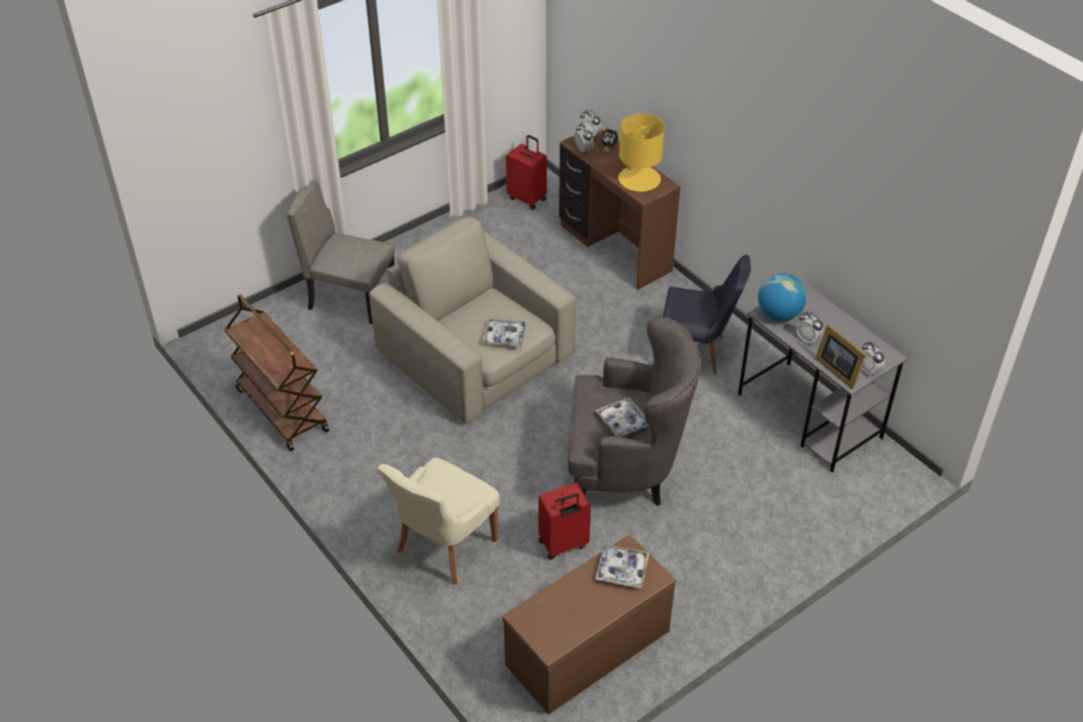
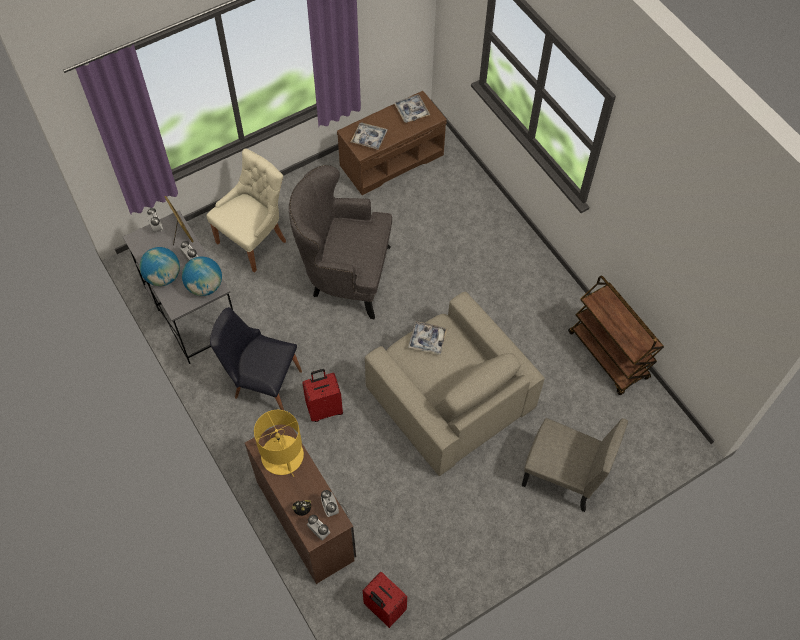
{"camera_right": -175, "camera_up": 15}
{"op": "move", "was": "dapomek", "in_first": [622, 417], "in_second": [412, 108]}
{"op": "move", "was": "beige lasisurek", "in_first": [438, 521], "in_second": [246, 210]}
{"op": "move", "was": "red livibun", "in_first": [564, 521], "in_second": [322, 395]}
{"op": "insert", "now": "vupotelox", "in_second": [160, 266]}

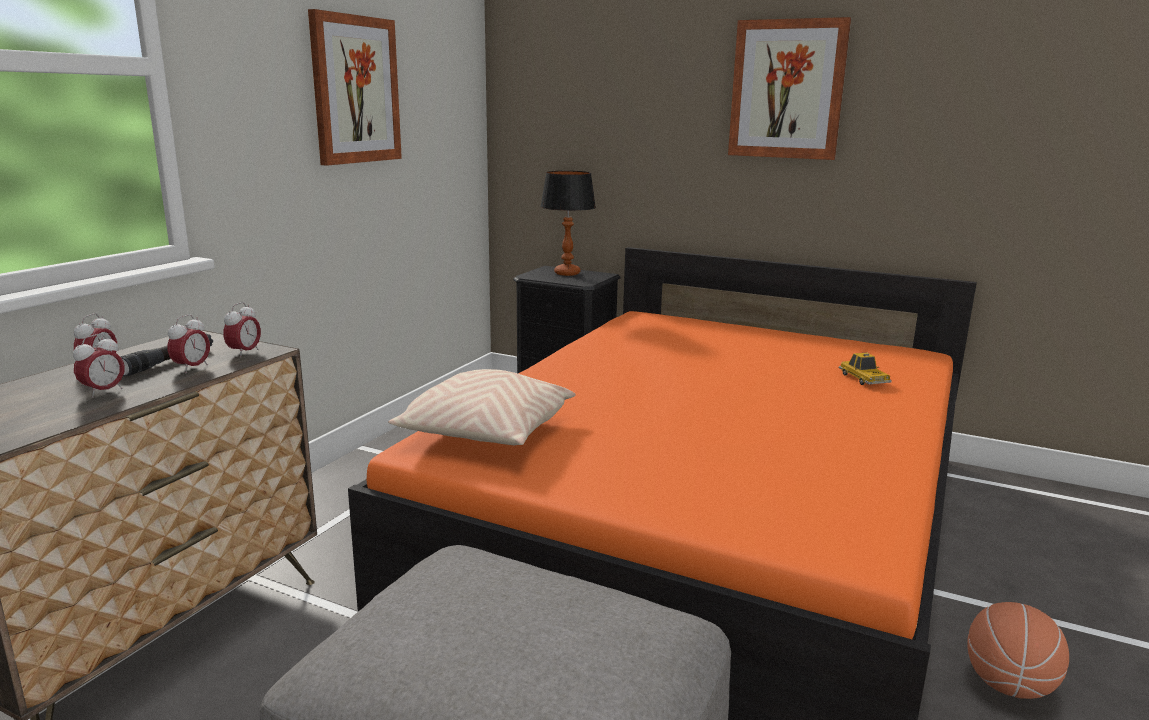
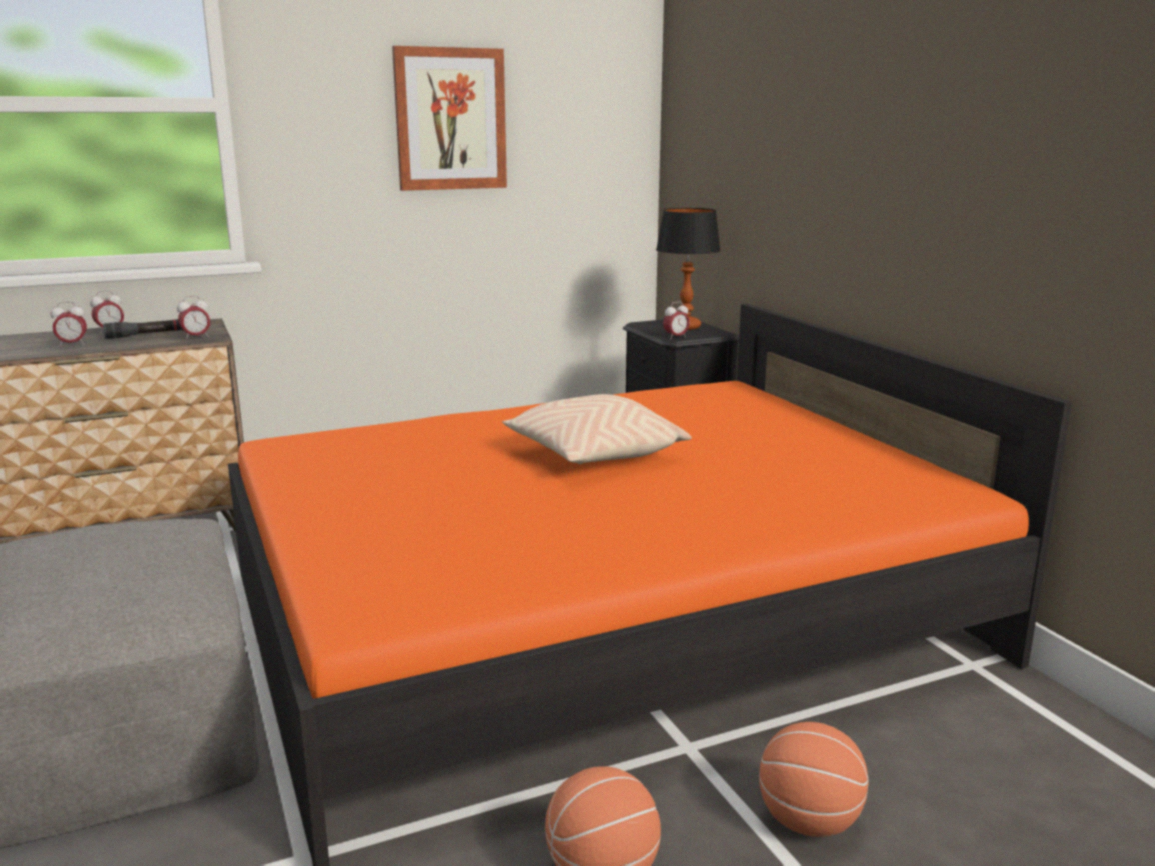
{"camera_right": 40, "camera_up": 0}
{"op": "delete", "was": "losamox", "in_first": [789, 88]}
{"op": "move", "was": "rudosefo", "in_first": [188, 344], "in_second": [676, 320]}
{"op": "delete", "was": "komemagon", "in_first": [865, 369]}
{"op": "move", "was": "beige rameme", "in_first": [482, 407], "in_second": [597, 429]}
{"op": "insert", "now": "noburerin", "in_second": [813, 779]}

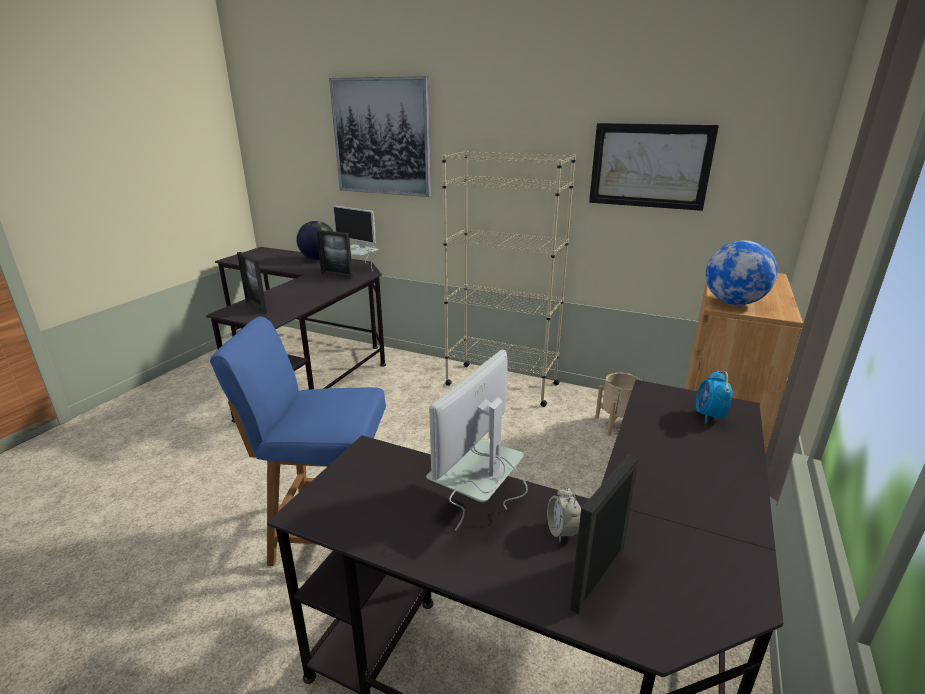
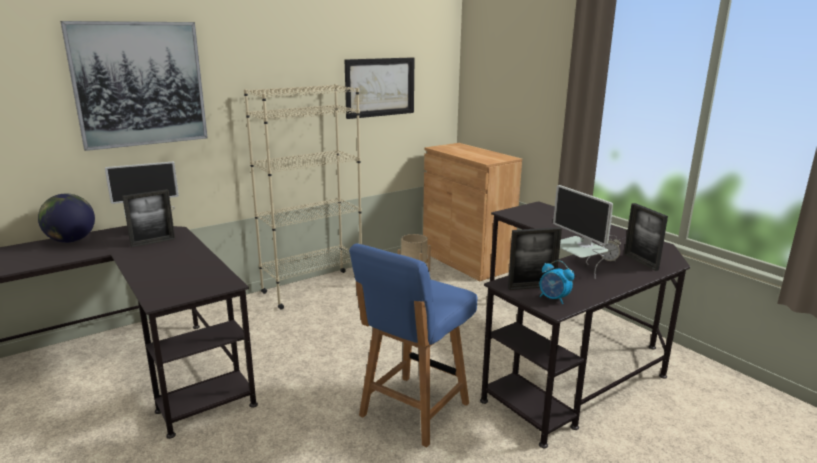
{"camera_right": -60, "camera_up": -5}
{"op": "delete", "was": "vupotelox", "in_first": [741, 272]}
{"op": "move", "was": "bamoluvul", "in_first": [252, 283], "in_second": [535, 258]}
{"op": "move", "was": "rudosefo", "in_first": [714, 397], "in_second": [556, 282]}

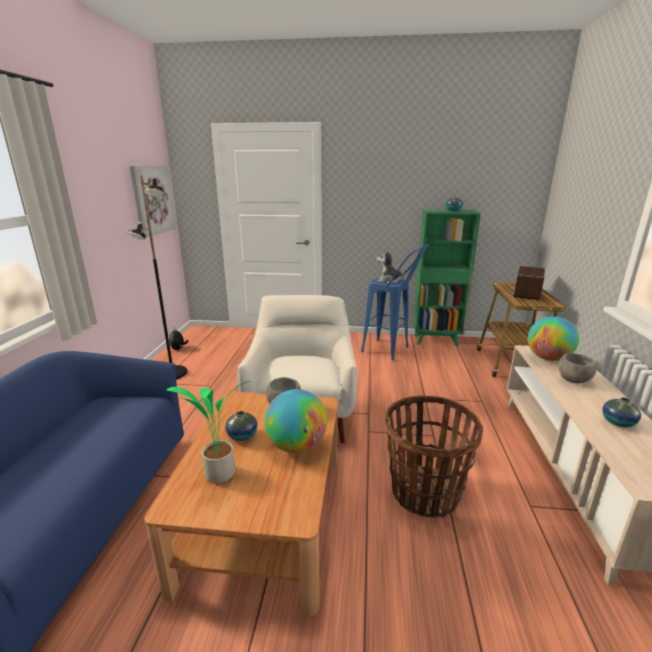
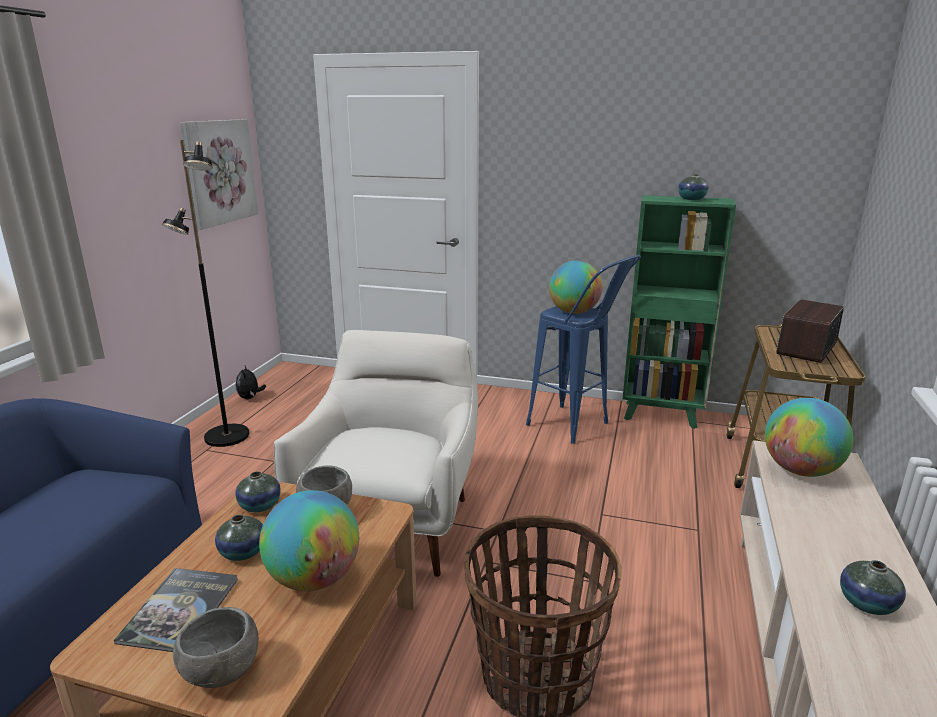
{"camera_right": 10, "camera_up": 0}
{"op": "replace", "was": "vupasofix", "now": "vupotelox", "in_first": [392, 266], "in_second": [576, 287]}
{"op": "move", "was": "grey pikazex", "in_first": [577, 368], "in_second": [215, 647]}
{"op": "replace", "was": "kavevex", "now": "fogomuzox", "in_first": [209, 432], "in_second": [176, 610]}
{"op": "insert", "now": "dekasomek", "in_second": [258, 491]}

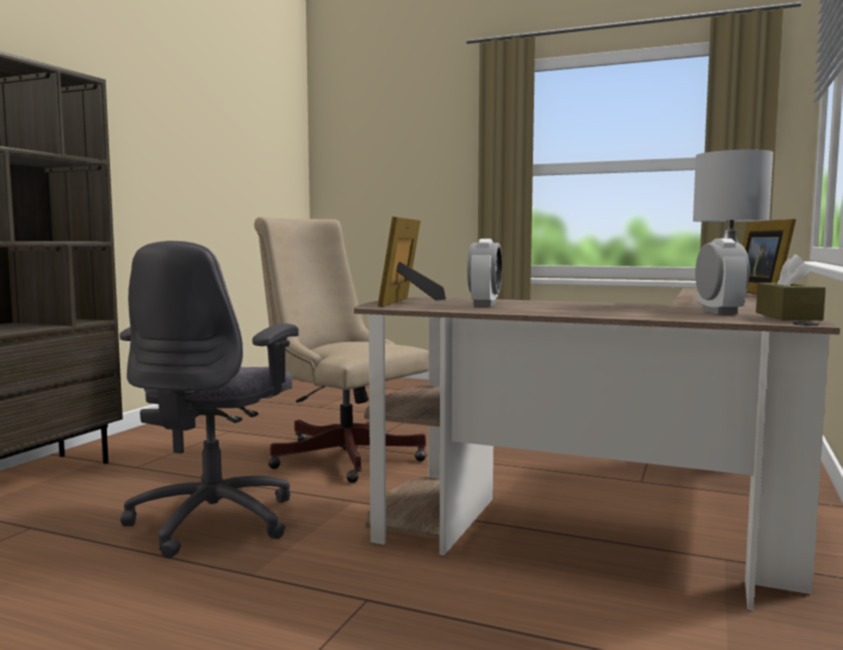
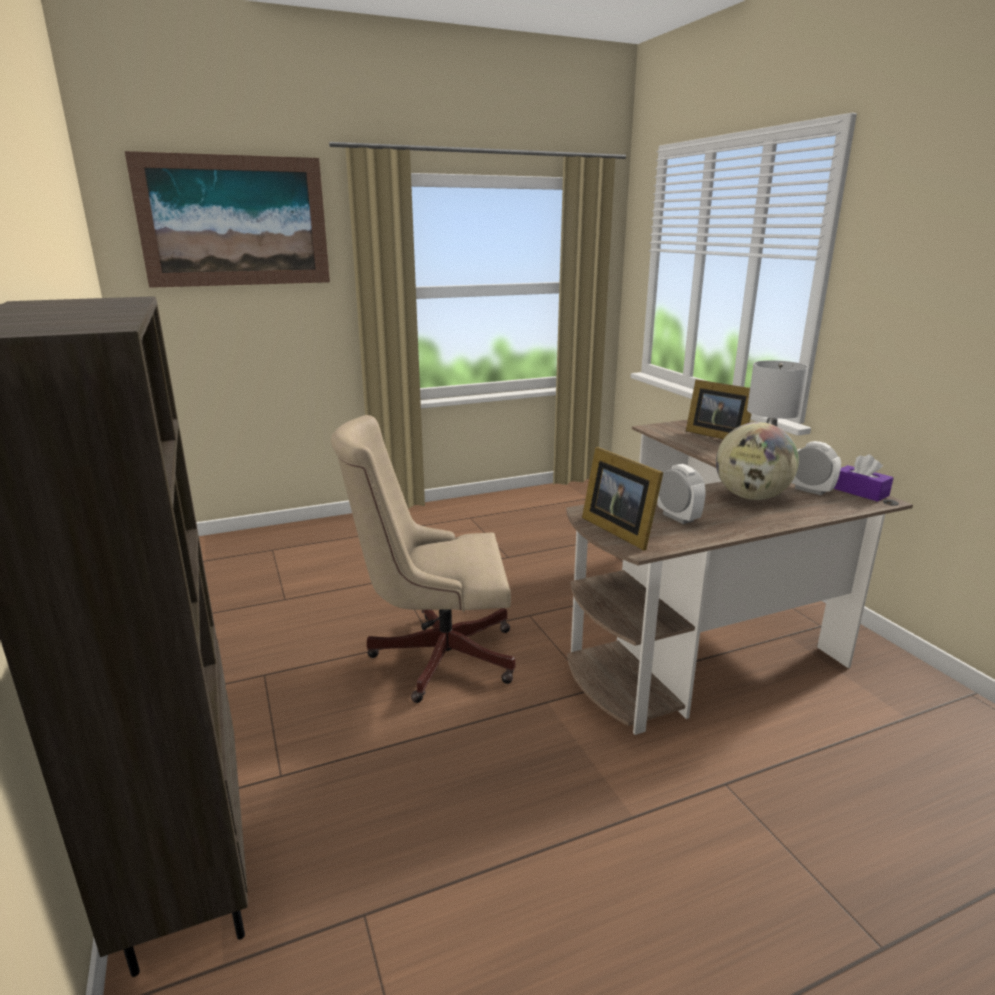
{"camera_right": -45, "camera_up": 15}
{"op": "delete", "was": "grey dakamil", "in_first": [209, 399]}
{"op": "recolor", "was": "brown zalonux", "now": "purple zalonux", "in_first": [791, 287], "in_second": [864, 478]}
{"op": "insert", "now": "losamox", "in_second": [227, 219]}
{"op": "insert", "now": "vupotelox", "in_second": [757, 461]}

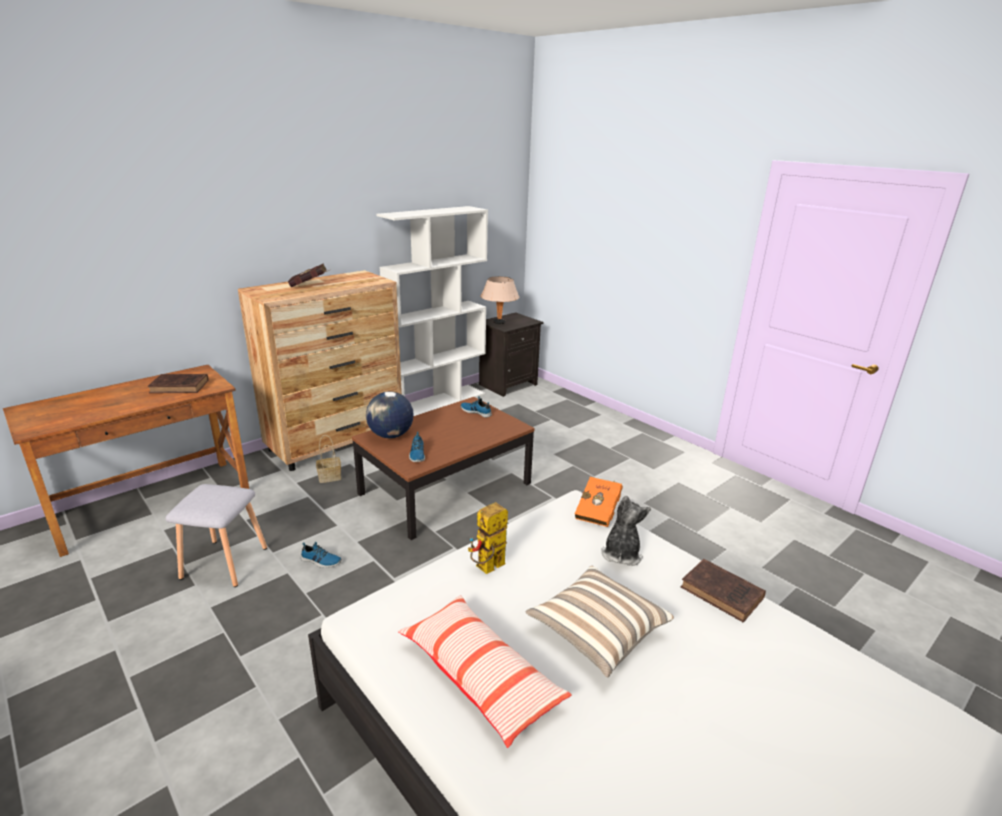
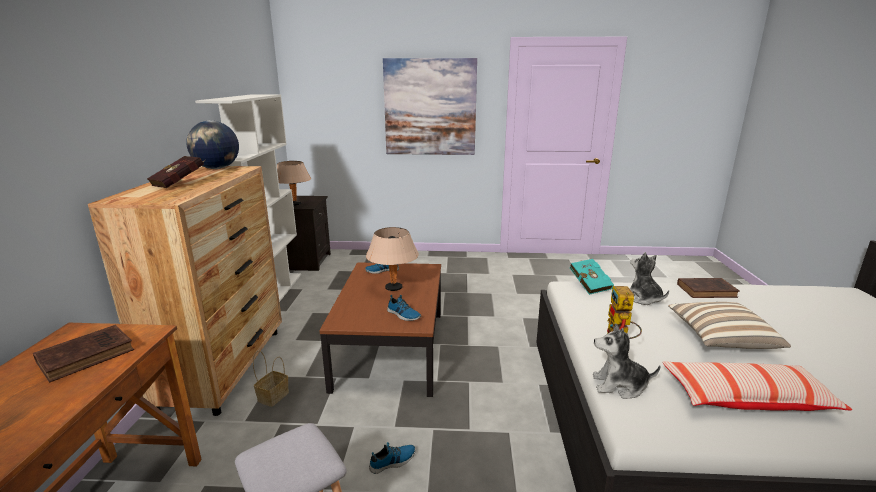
{"camera_right": -45, "camera_up": -5}
{"op": "move", "was": "vupotelox", "in_first": [390, 414], "in_second": [212, 145]}
{"op": "recolor", "was": "orange fogomuzox", "now": "turquoise fogomuzox", "in_first": [599, 502], "in_second": [592, 277]}
{"op": "insert", "now": "losamox", "in_second": [430, 106]}
{"op": "insert", "now": "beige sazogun", "in_second": [392, 259]}
{"op": "insert", "now": "vupasofix", "in_second": [627, 361]}

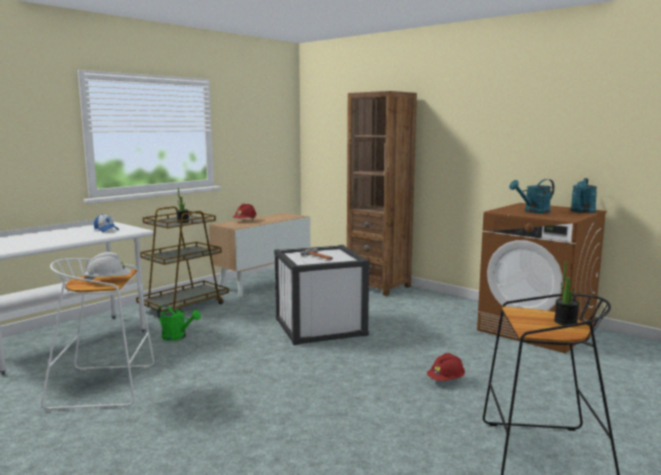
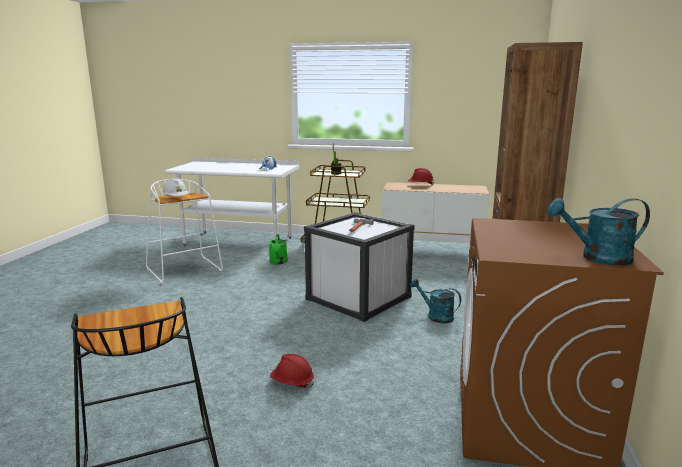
{"camera_right": 60, "camera_up": 5}
{"op": "move", "was": "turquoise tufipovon", "in_first": [532, 196], "in_second": [435, 301]}
{"op": "delete", "was": "kavevex", "in_first": [566, 293]}

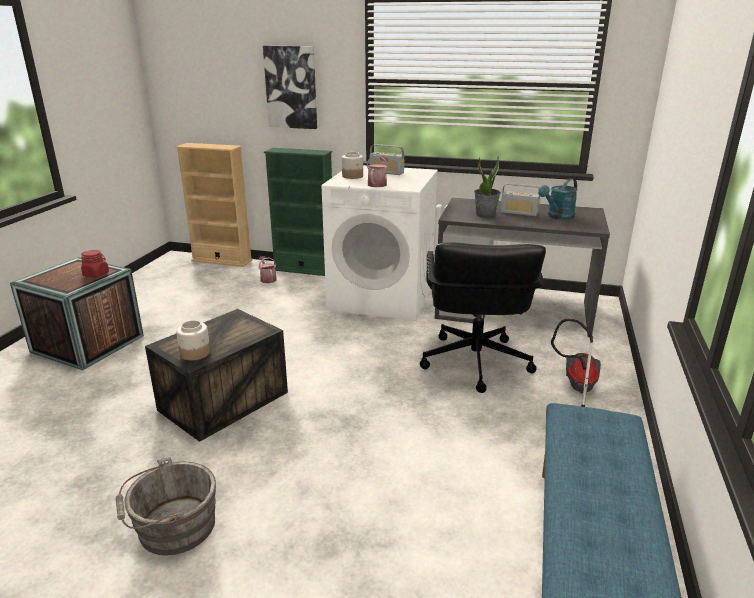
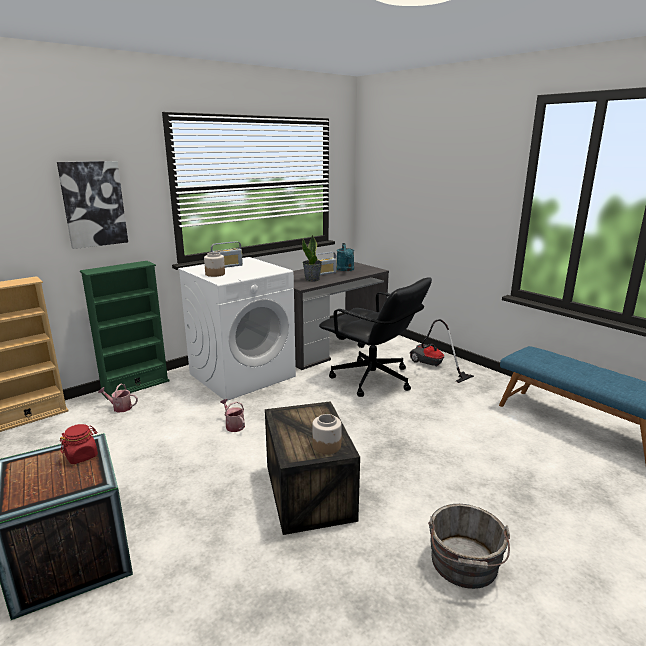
{"camera_right": -55, "camera_up": -5}
{"op": "move", "was": "tufipovon", "in_first": [377, 171], "in_second": [232, 415]}

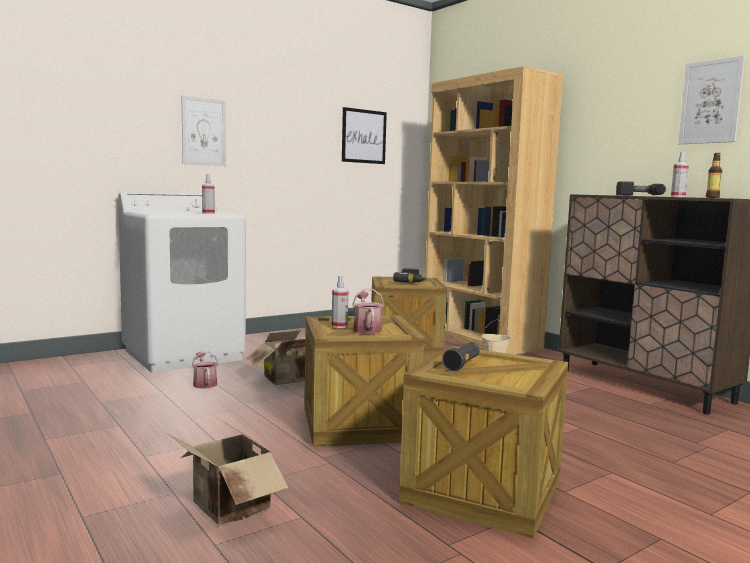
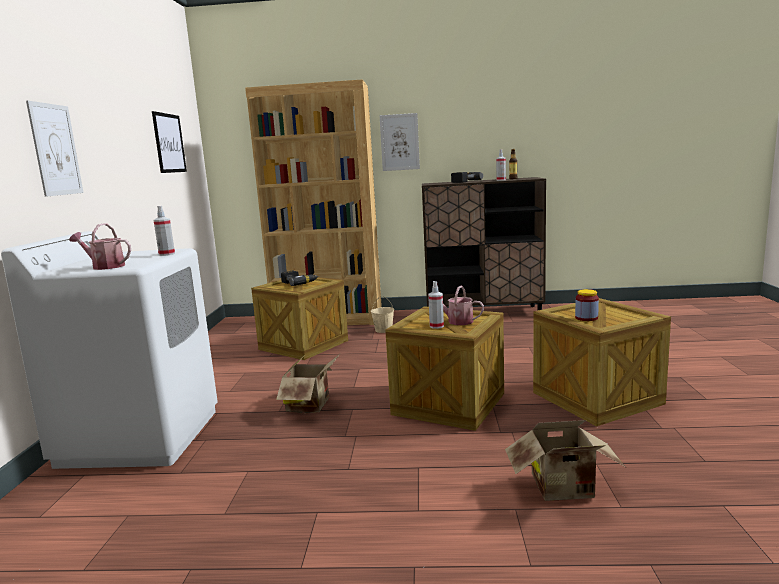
{"camera_right": -50, "camera_up": 5}
{"op": "move", "was": "losamox", "in_first": [711, 99], "in_second": [400, 142]}
{"op": "replace", "was": "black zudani", "now": "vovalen", "in_first": [460, 356], "in_second": [587, 305]}
{"op": "move", "was": "tufipovon", "in_first": [205, 370], "in_second": [100, 246]}

